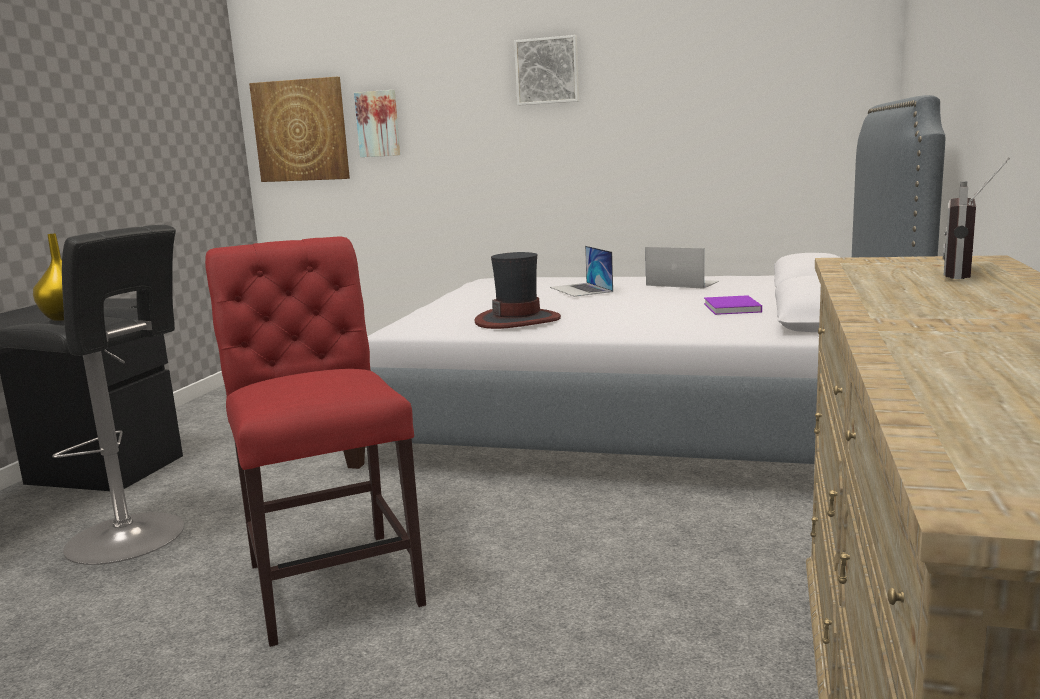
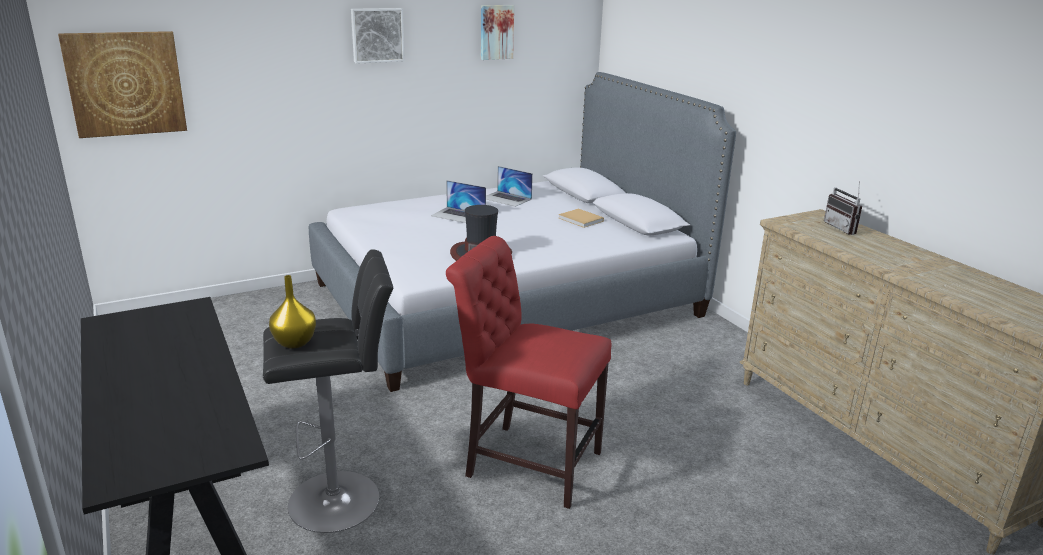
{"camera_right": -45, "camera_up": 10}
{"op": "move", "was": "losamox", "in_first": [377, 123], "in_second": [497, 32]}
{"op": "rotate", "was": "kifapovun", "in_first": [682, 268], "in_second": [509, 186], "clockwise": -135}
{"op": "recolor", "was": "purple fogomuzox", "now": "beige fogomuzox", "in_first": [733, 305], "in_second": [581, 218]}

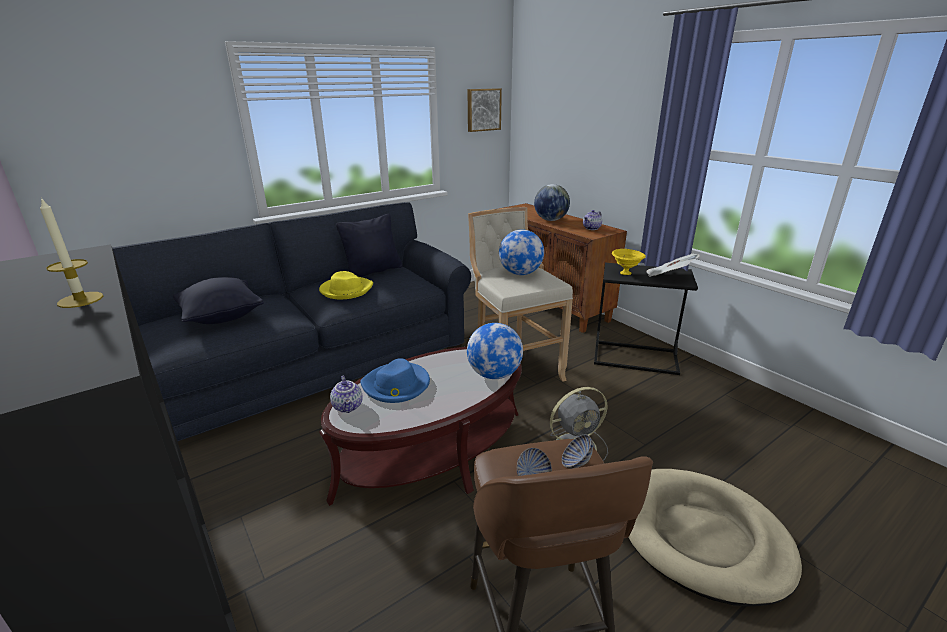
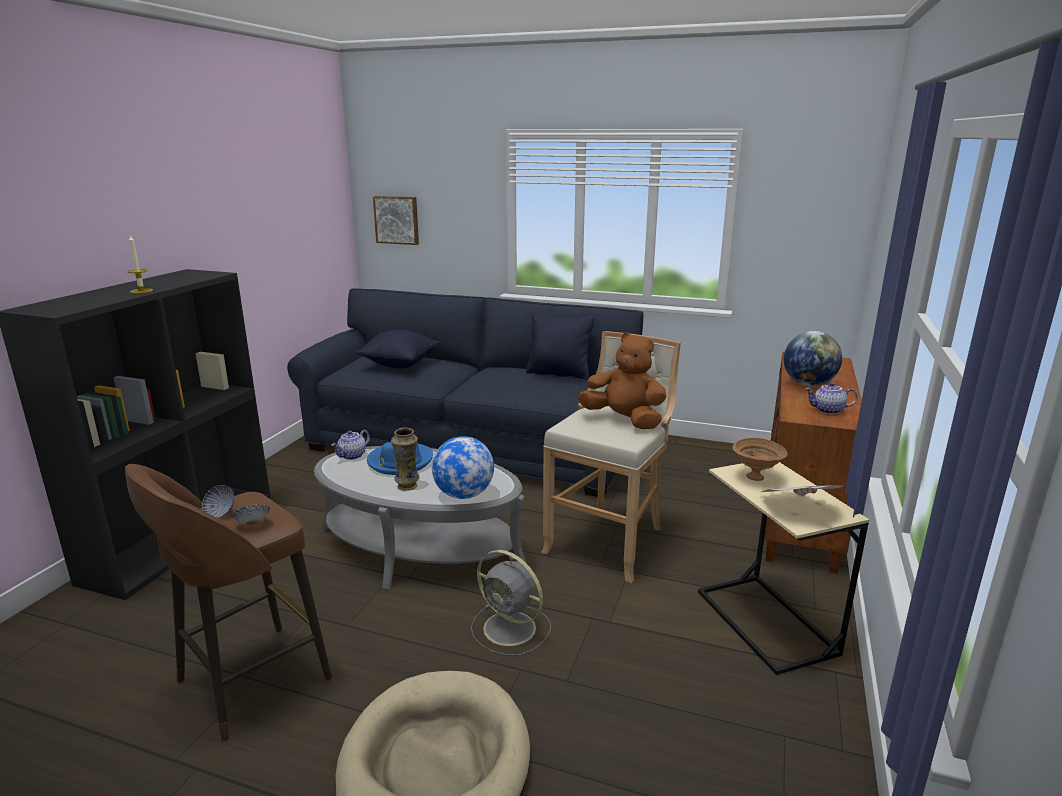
{"camera_right": 55, "camera_up": -5}
{"op": "move", "was": "losamox", "in_first": [484, 110], "in_second": [396, 220]}
{"op": "replace", "was": "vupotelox", "now": "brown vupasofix", "in_first": [521, 252], "in_second": [622, 380]}
{"op": "recolor", "was": "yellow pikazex", "now": "brown pikazex", "in_first": [629, 262], "in_second": [760, 459]}
{"op": "recolor", "was": "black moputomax", "now": "beige moputomax", "in_first": [646, 319], "in_second": [784, 568]}
{"op": "delete", "was": "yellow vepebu", "in_first": [346, 285]}
{"op": "recolor", "was": "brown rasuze", "now": "grey rasuze", "in_first": [420, 426], "in_second": [420, 517]}
{"op": "insert", "now": "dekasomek", "in_second": [405, 459]}

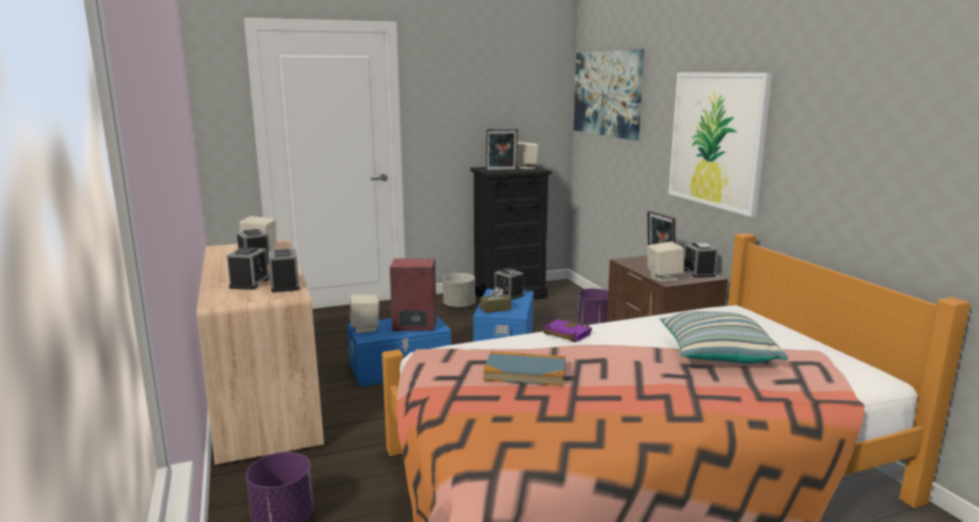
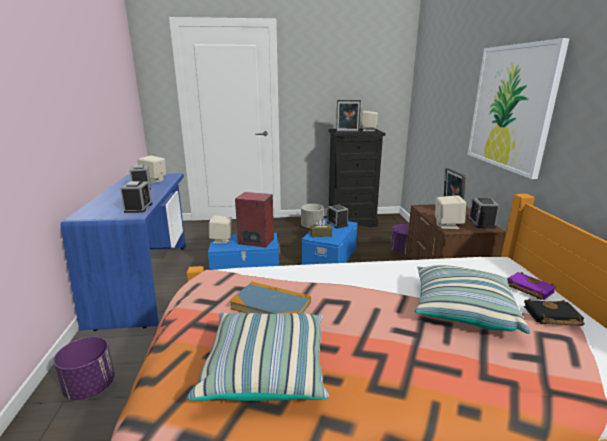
{"camera_right": 15, "camera_up": 5}
{"op": "delete", "was": "losamox", "in_first": [609, 94]}
{"op": "recolor", "was": "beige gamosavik", "now": "blue gamosavik", "in_first": [260, 352], "in_second": [123, 252]}
{"op": "delete", "was": "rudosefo", "in_first": [248, 268]}
{"op": "move", "was": "purple fogomuzox", "in_first": [567, 330], "in_second": [531, 286]}
{"op": "insert", "now": "black fogomuzox", "in_second": [554, 312]}
{"op": "insert", "now": "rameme", "in_second": [258, 357]}

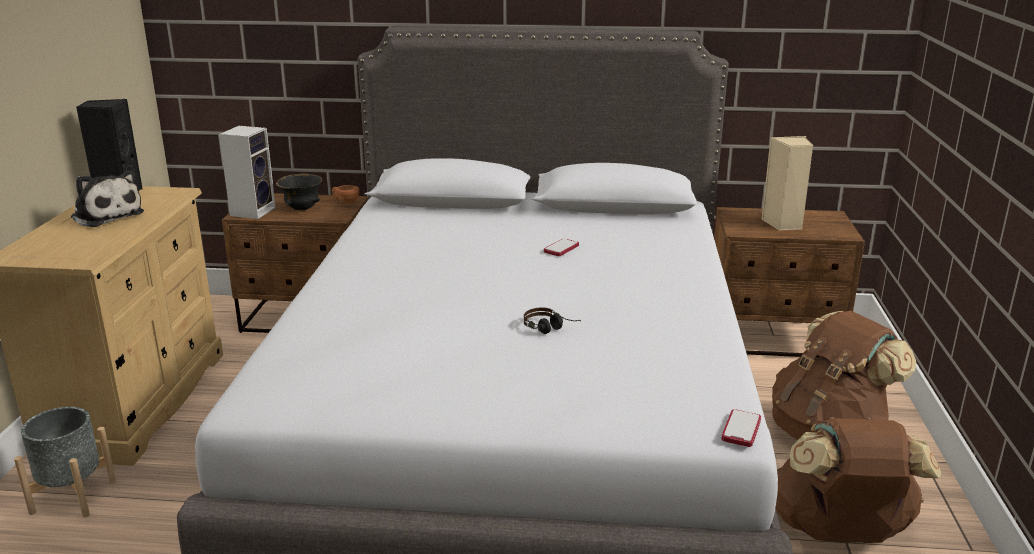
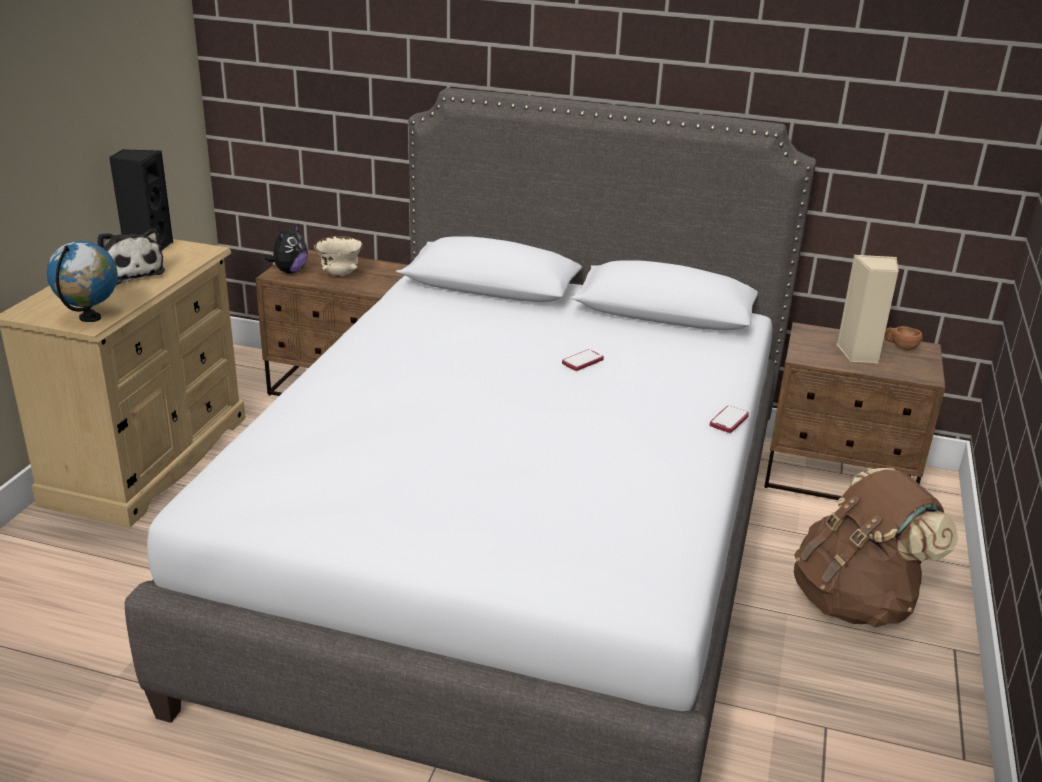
{"camera_right": 10, "camera_up": 5}
{"op": "replace", "was": "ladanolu", "now": "vupasofix", "in_first": [247, 172], "in_second": [286, 249]}
{"op": "recolor", "was": "black pikazex", "now": "beige pikazex", "in_first": [299, 192], "in_second": [338, 256]}
{"op": "move", "was": "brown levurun", "in_first": [345, 194], "in_second": [903, 338]}
{"op": "delete", "was": "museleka", "in_first": [552, 320]}
{"op": "delete", "was": "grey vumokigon", "in_first": [65, 462]}
{"op": "move", "was": "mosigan", "in_first": [741, 428], "in_second": [729, 419]}
{"op": "delete", "was": "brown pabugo", "in_first": [858, 480]}
{"op": "insert", "now": "vupotelox", "in_second": [82, 281]}

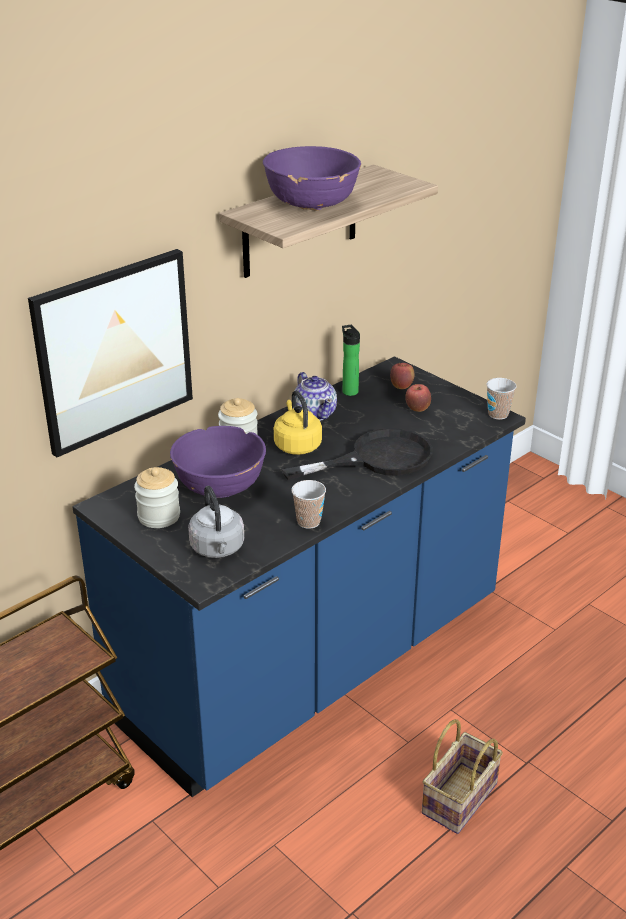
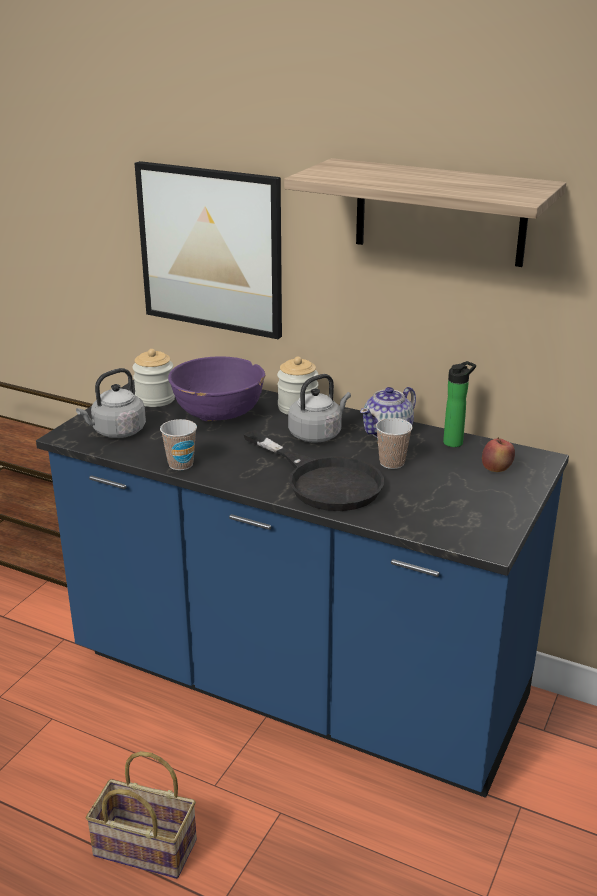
{"camera_right": 70, "camera_up": -5}
{"op": "delete", "was": "purple pikazex", "in_first": [312, 178]}
{"op": "move", "was": "levurun", "in_first": [501, 399], "in_second": [394, 443]}
{"op": "delete", "was": "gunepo", "in_first": [418, 398]}
{"op": "recolor", "was": "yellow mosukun", "now": "grey mosukun", "in_first": [298, 423], "in_second": [319, 408]}

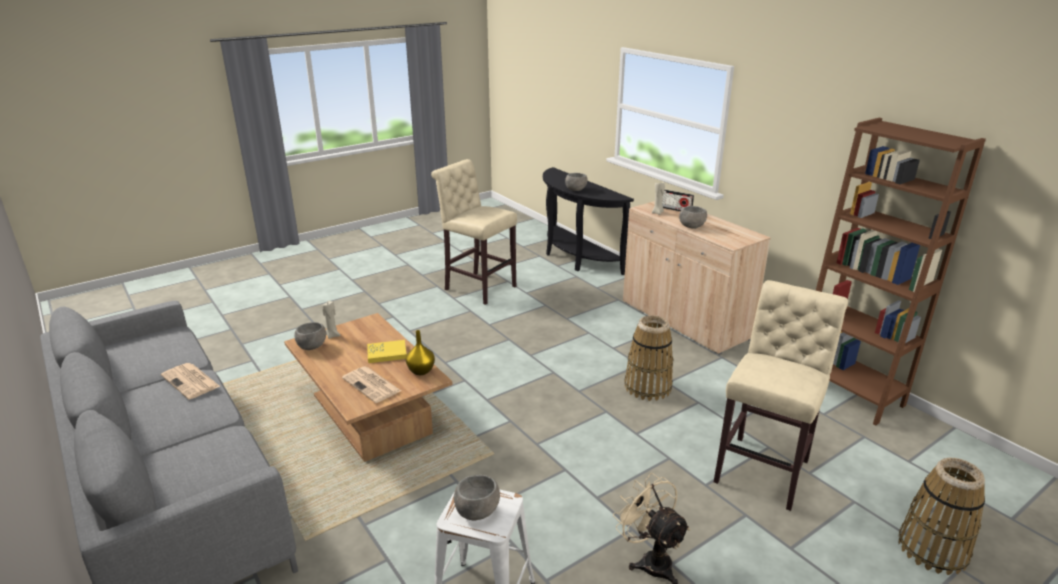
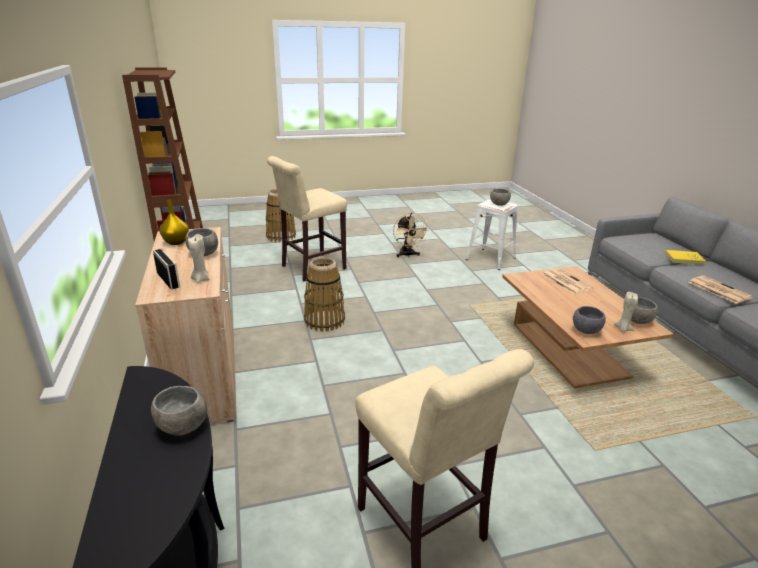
{"camera_right": -160, "camera_up": 0}
{"op": "move", "was": "yellow dekasomek", "in_first": [420, 352], "in_second": [174, 222]}
{"op": "move", "was": "yellow fogomuzox", "in_first": [387, 351], "in_second": [685, 257]}
{"op": "insert", "now": "grey pikazex", "in_second": [589, 320]}

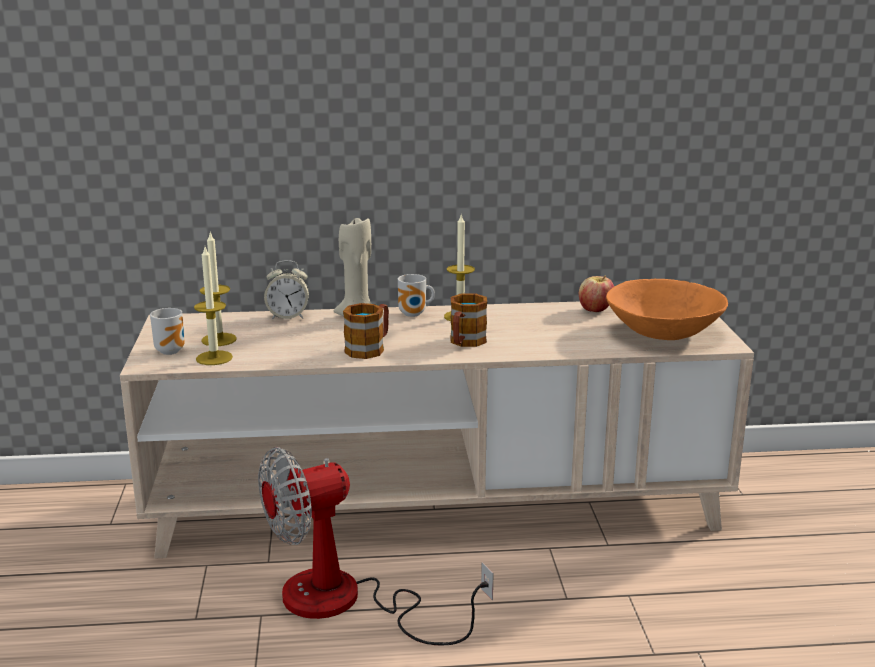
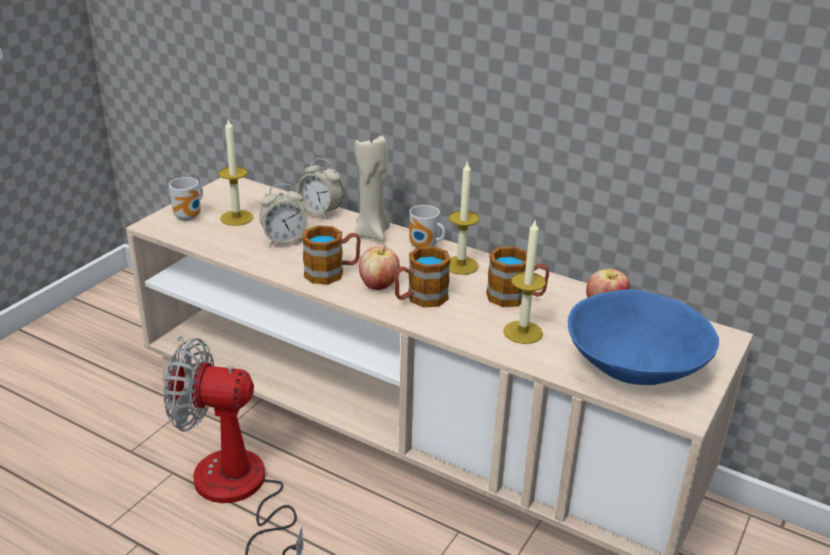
{"camera_right": 35, "camera_up": 10}
{"op": "move", "was": "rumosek", "in_first": [213, 306], "in_second": [524, 282]}
{"op": "recolor", "was": "orange pikazex", "now": "blue pikazex", "in_first": [667, 309], "in_second": [643, 337]}
{"op": "insert", "now": "rudosefo", "in_second": [284, 215]}
{"op": "insert", "now": "gunepo", "in_second": [379, 267]}
{"op": "insert", "now": "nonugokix", "in_second": [517, 277]}

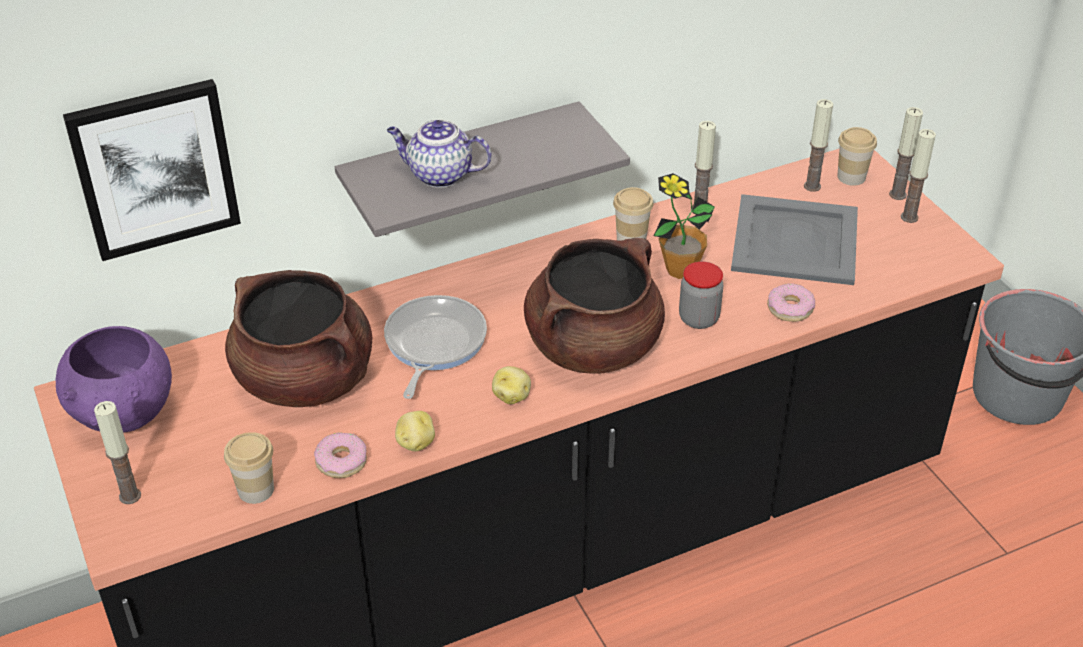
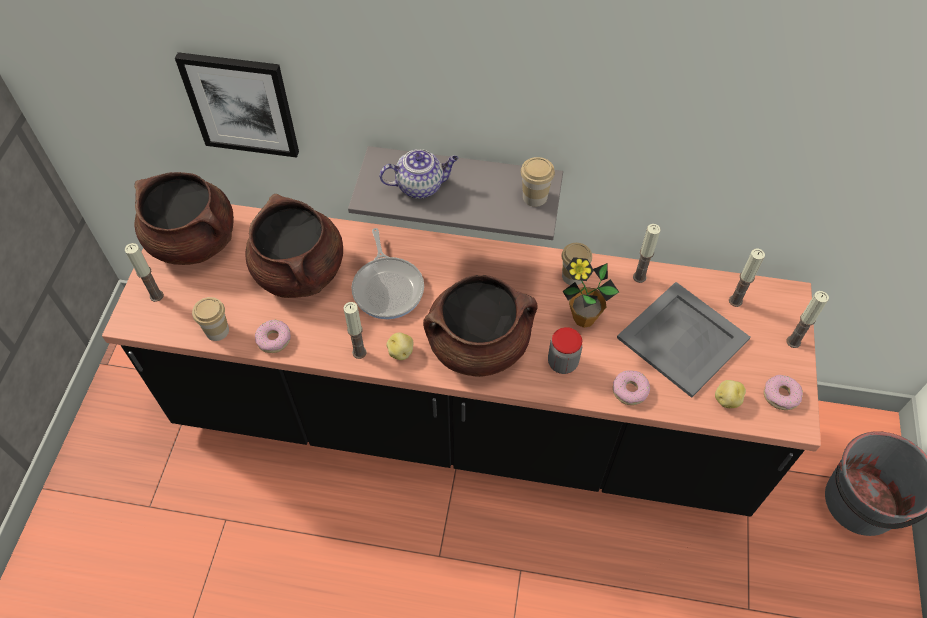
{"camera_right": 35, "camera_up": 15}
{"op": "rotate", "was": "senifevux", "in_first": [439, 154], "in_second": [418, 174], "clockwise": 120}
{"op": "move", "was": "levurun", "in_first": [857, 156], "in_second": [538, 182]}
{"op": "move", "was": "rumosek", "in_first": [918, 176], "in_second": [355, 330]}
{"op": "rotate", "was": "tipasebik", "in_first": [435, 347], "in_second": [388, 273], "clockwise": 120}
{"op": "replace", "was": "purple pikazex", "now": "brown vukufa", "in_first": [113, 379], "in_second": [184, 218]}
{"op": "move", "was": "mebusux", "in_first": [415, 431], "in_second": [730, 394]}
{"op": "insert", "now": "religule", "in_second": [783, 392]}

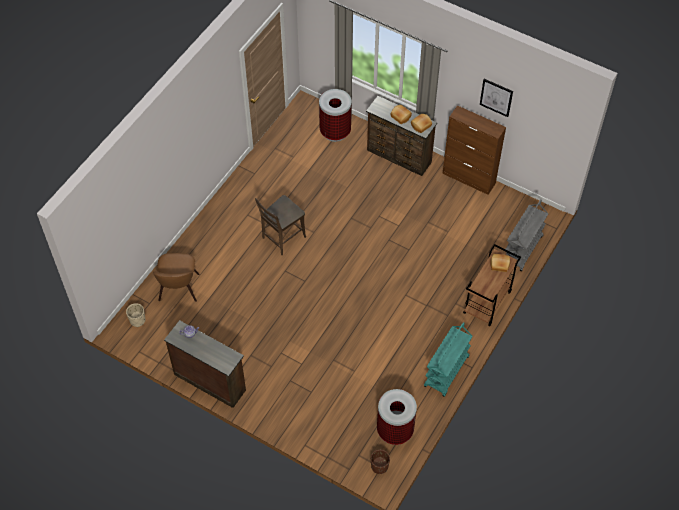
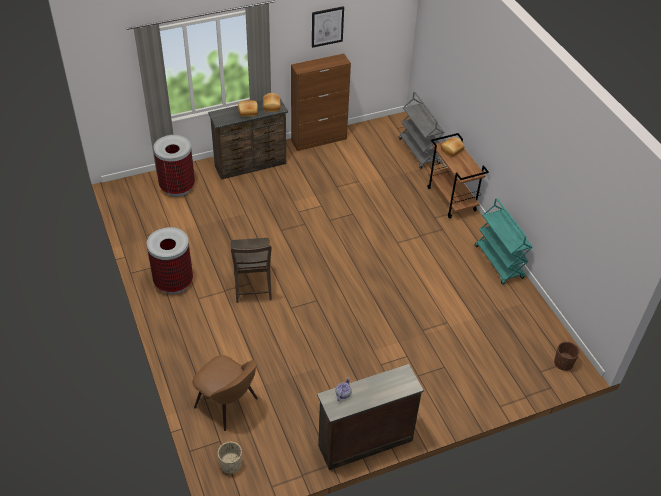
{"camera_right": -55, "camera_up": -10}
{"op": "move", "was": "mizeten", "in_first": [397, 417], "in_second": [170, 260]}

